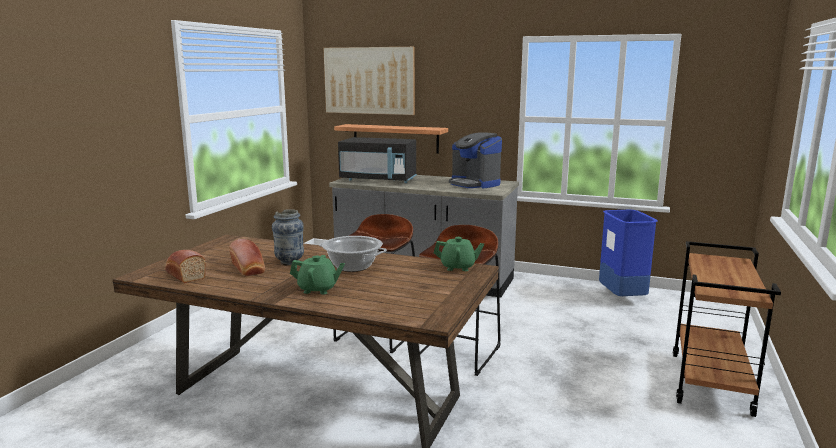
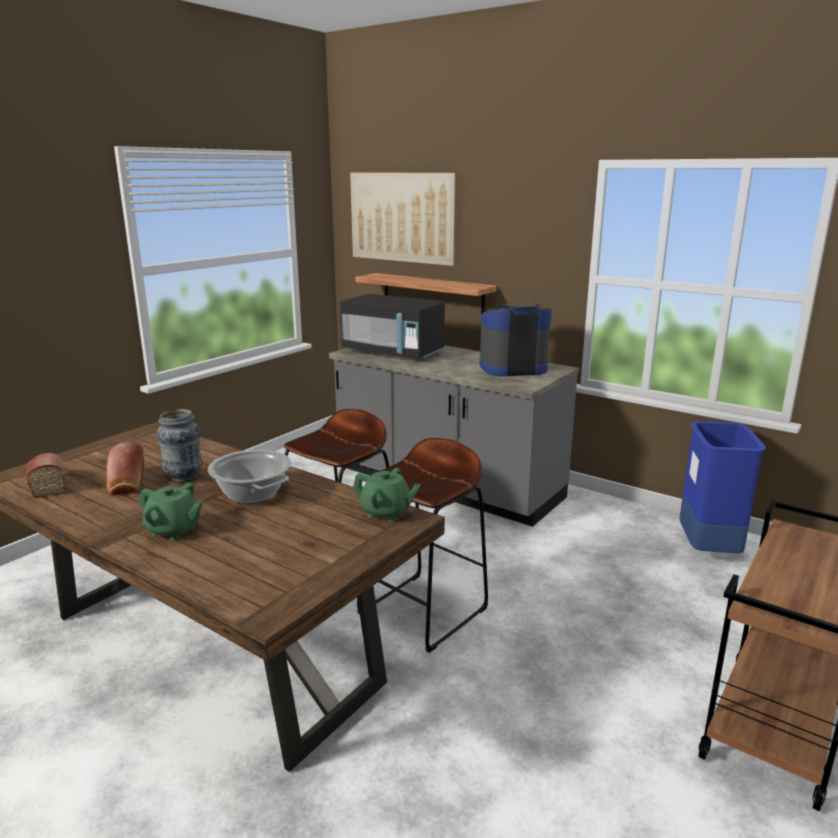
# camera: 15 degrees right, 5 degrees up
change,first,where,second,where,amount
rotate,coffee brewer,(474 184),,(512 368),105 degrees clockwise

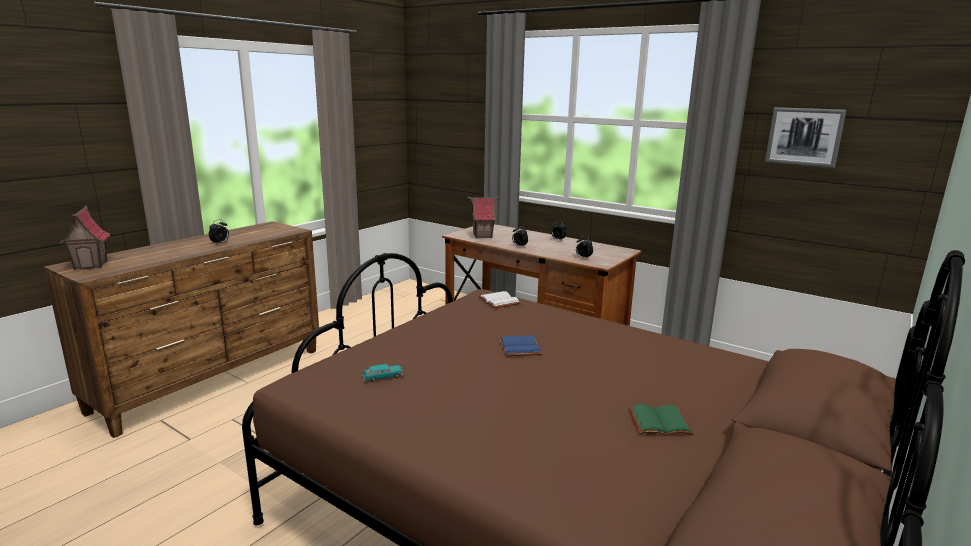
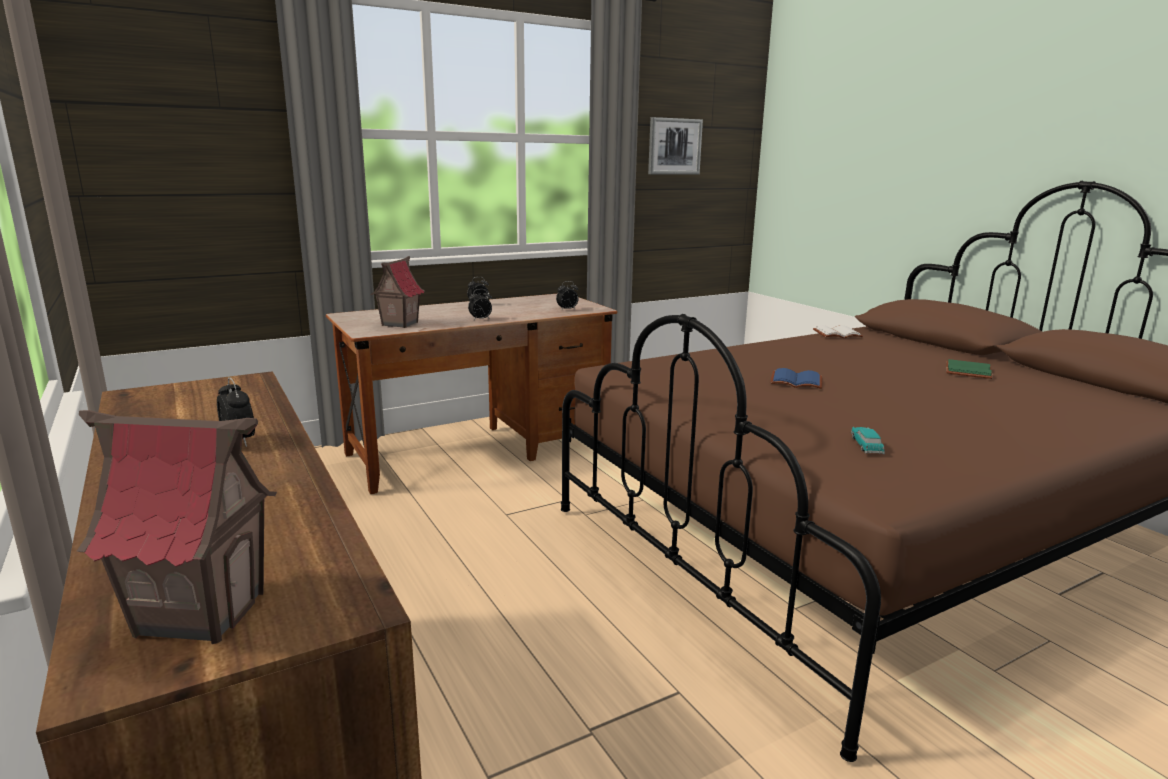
# camera: 65 degrees left, 0 degrees up
change,first,where,second,where,amount
move,white-coloured volume,(498 301),,(837 334),

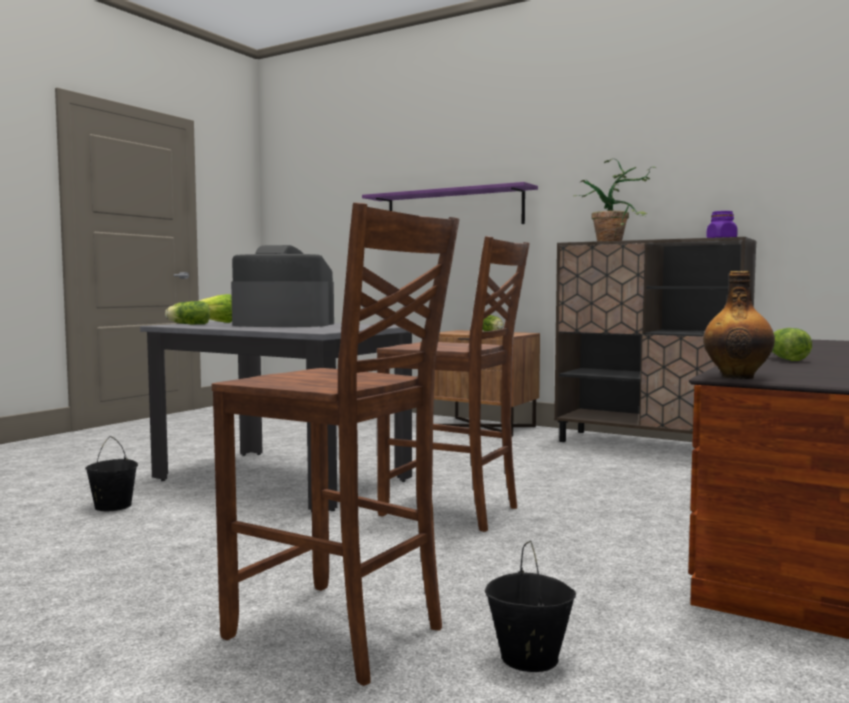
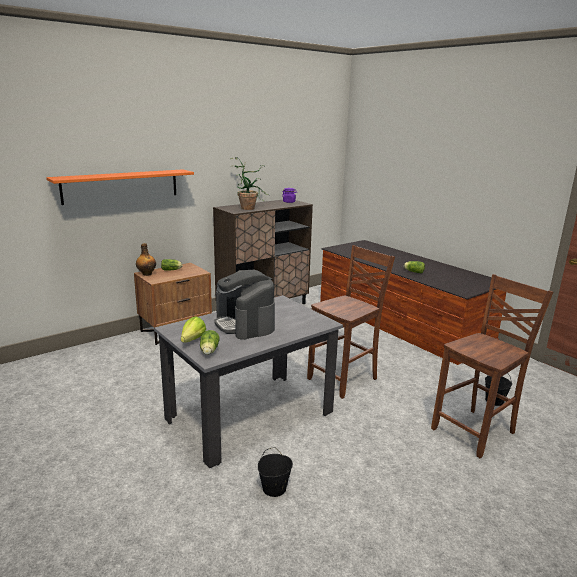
# camera: 70 degrees left, 15 degrees up
change,first,where,second,where,amount
move,beverage bottle,(737 377),,(146 274),
recolor,purplish bracket shelf,(453 209),orangey bracket shelf,(121 186),
rotate,coffee brewer,(282 324),,(245 324),60 degrees counterclockwise

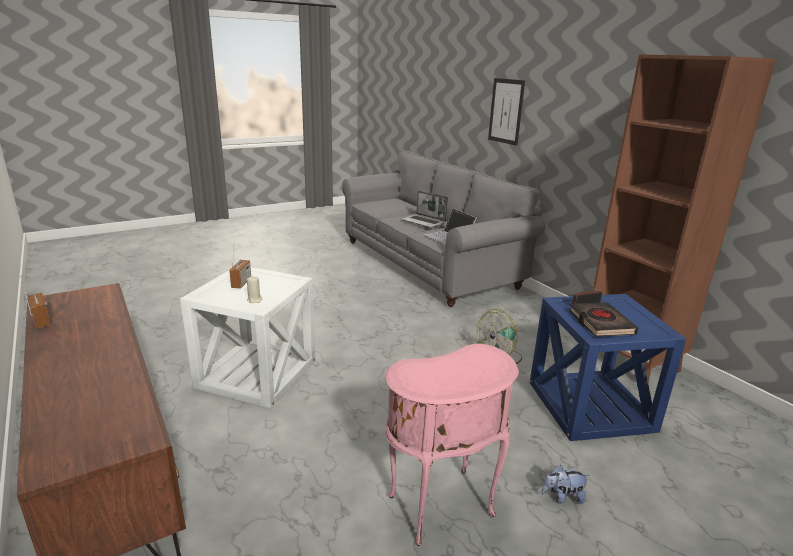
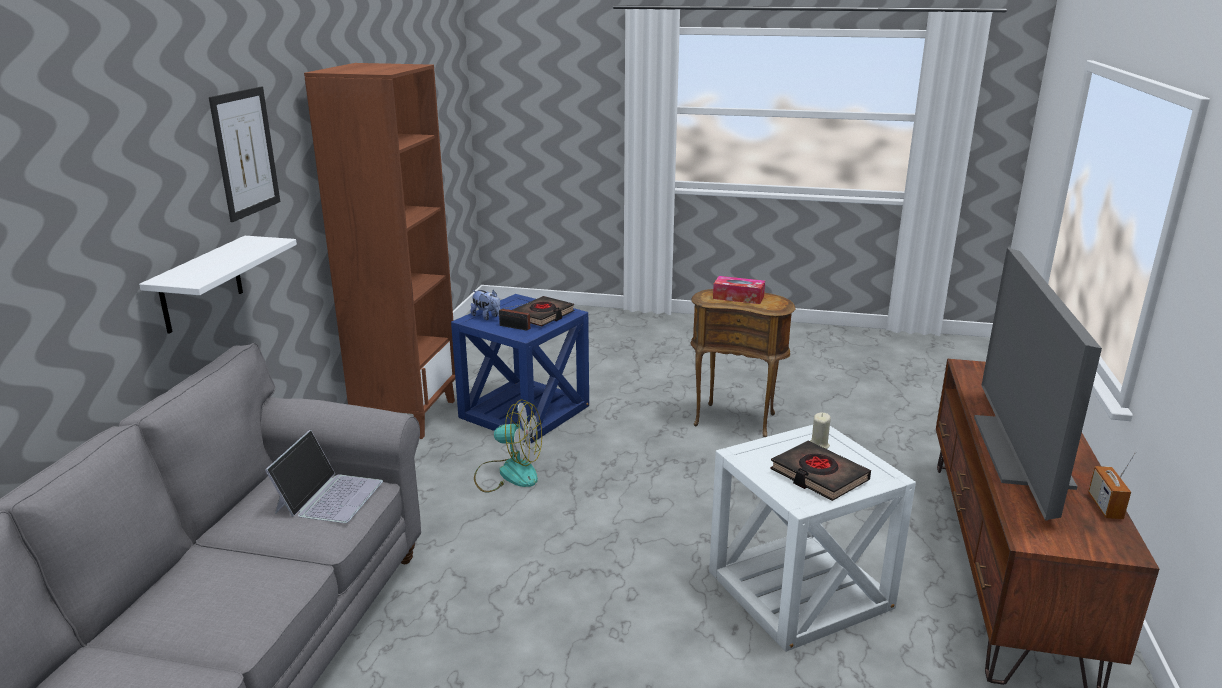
# camera: 135 degrees left, 0 degrees up
change,first,where,second,where,amount
delete,portable computer,(424 222),,,
insert,,,white-coloured bracket shelf,(201 284),
insert,,,tissue holder,(738 297),
insert,,,TV,(1021 452),
move,wall picture,(506 111),,(245 153),
move,soft toy,(562 497),,(487 317),
replace,radio receiver,(241 283),black-coloured volume,(818 475),
recolor,pink end table,(443 508),brown end table,(736 419),

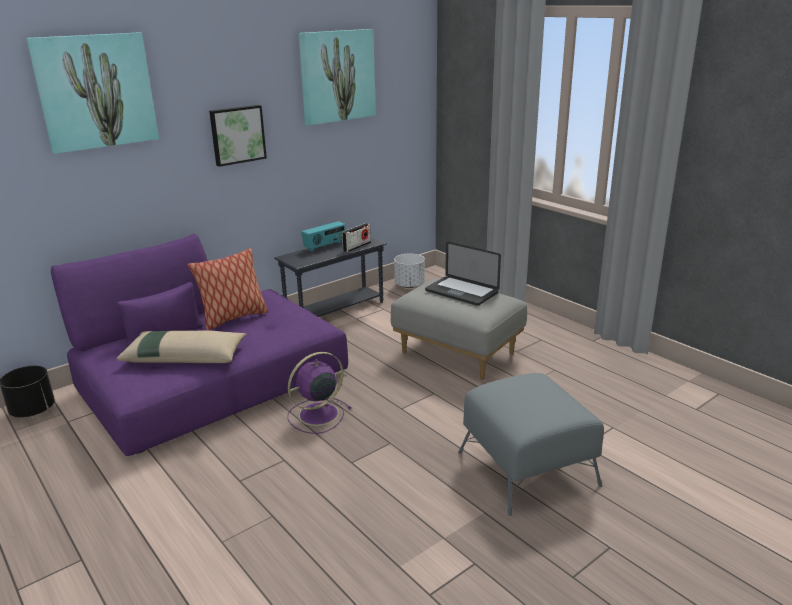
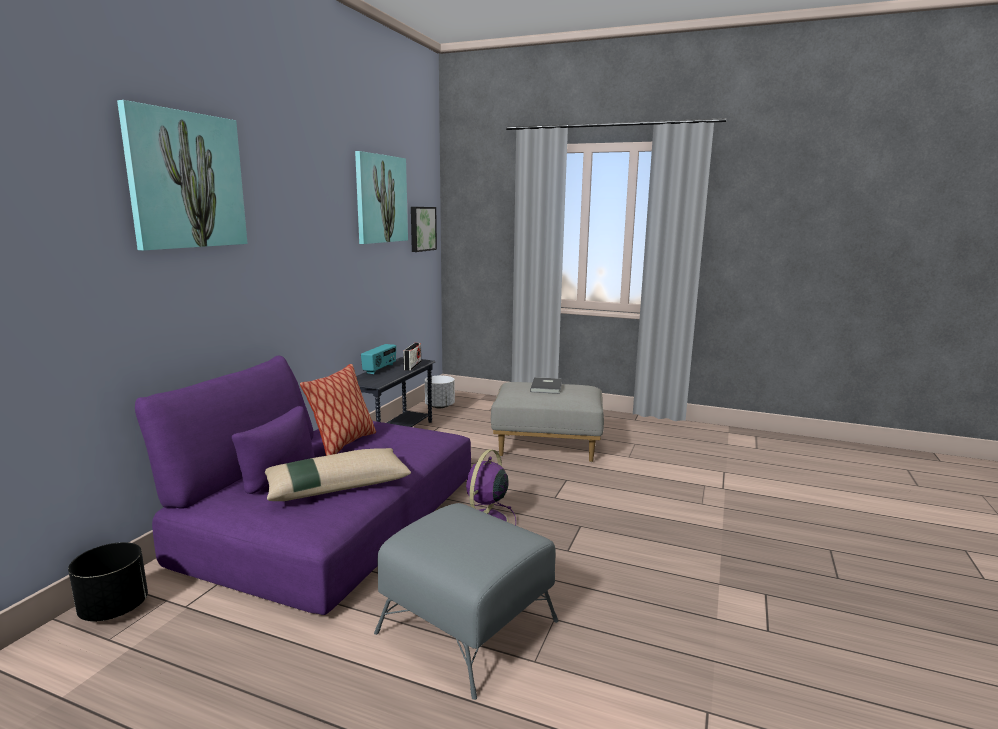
# camera: 30 degrees left, 10 degrees down
change,first,where,second,where,amount
move,wall picture,(237 135),,(421 228),
move,greyish pouffe,(527 469),,(468 627),
replace,portable computer,(461 292),greyish volume,(547 387),

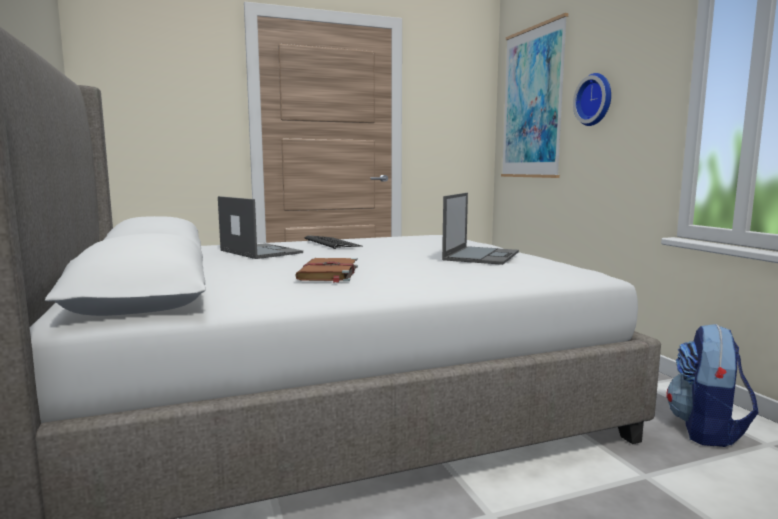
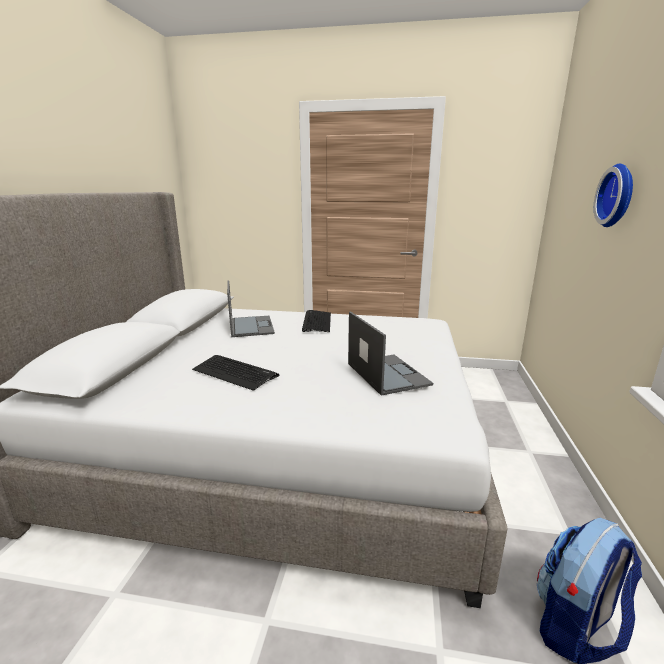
# camera: 30 degrees right, 10 degrees up
change,first,where,second,where,amount
delete,wall picture,(532 103),,,
replace,brown volume,(328 273),PC keyboard,(235 373),
rotate,portable computer,(481 256),,(387 373),75 degrees counterclockwise

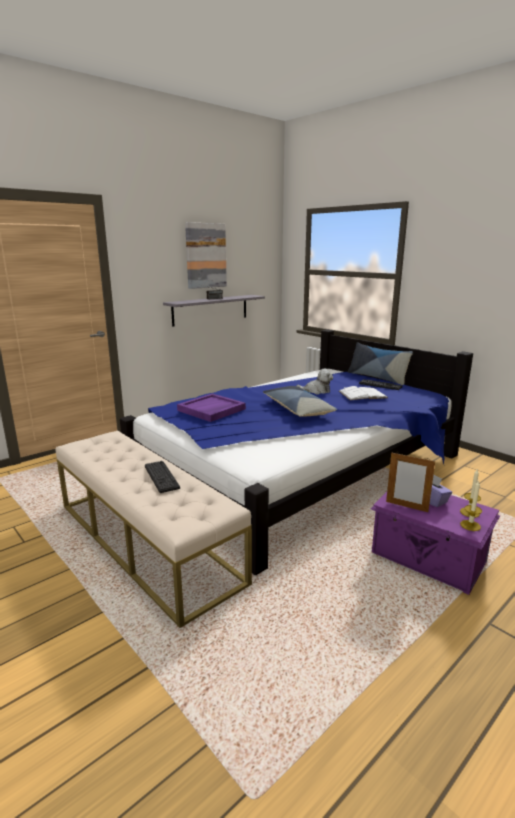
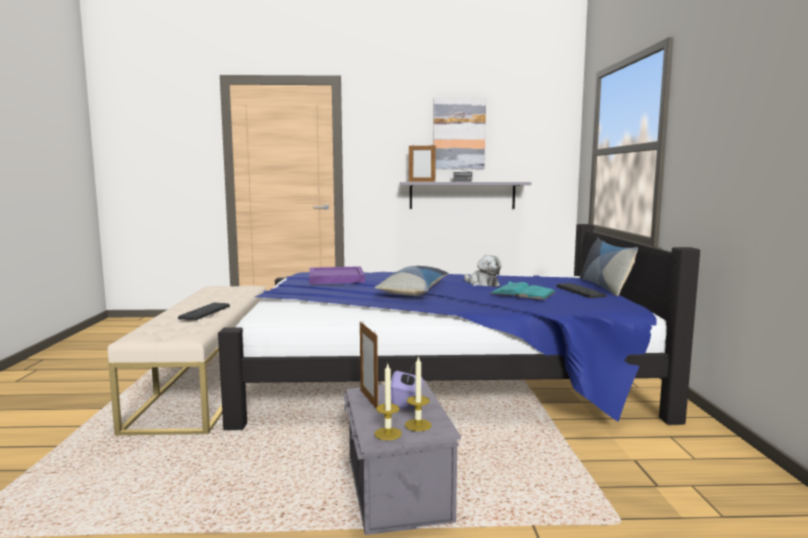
# camera: 40 degrees right, 10 degrees down
change,first,where,second,where,amount
insert,,,standing frame,(422 181),
recolor,white-coloured volume,(362 394),blue-green volume,(522 292),
recolor,purplish storage bin,(428 559),greyish storage bin,(395 489),

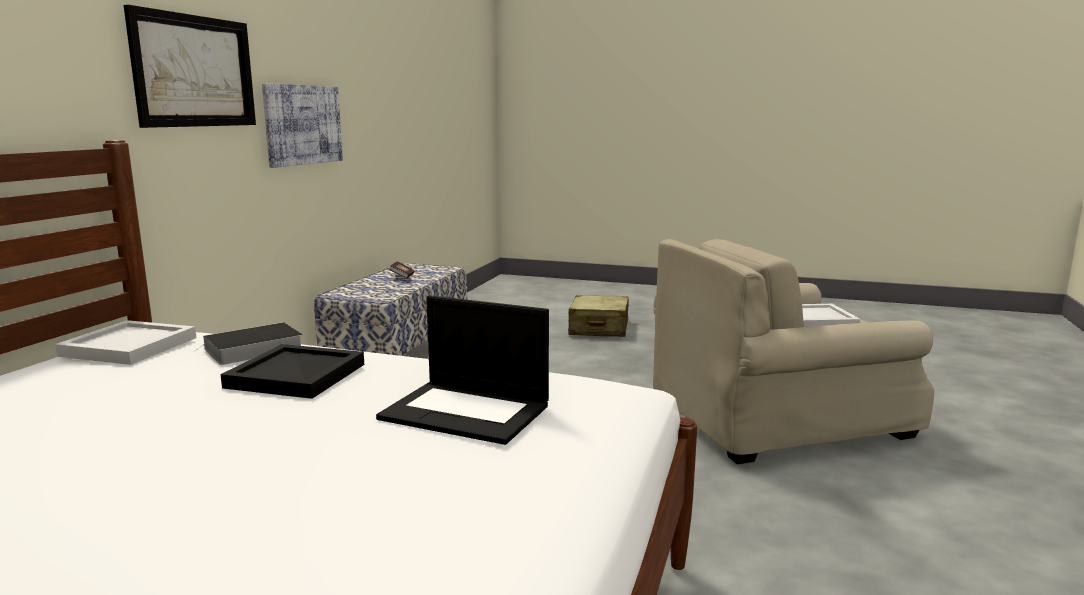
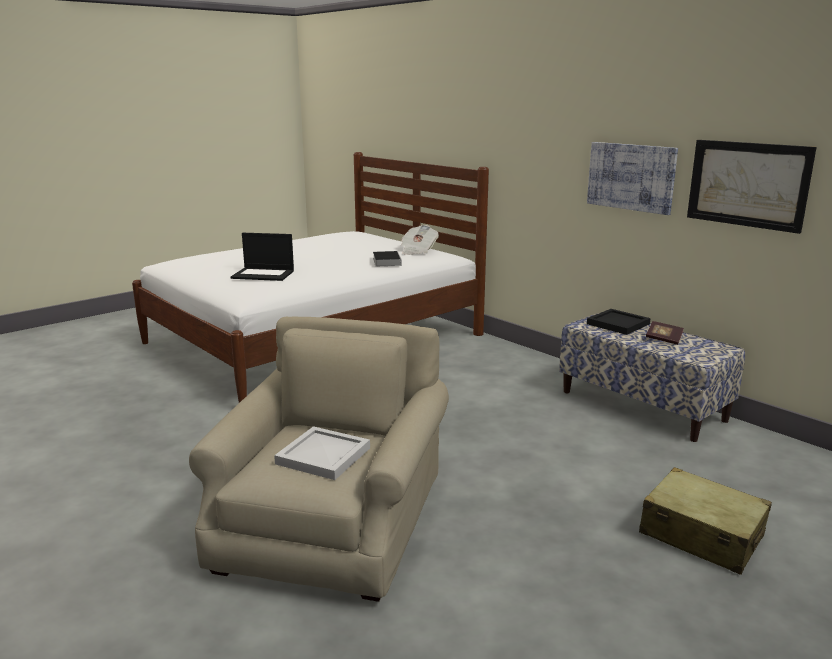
# camera: 120 degrees right, 5 degrees up
change,first,where,second,where,amount
move,wall picture,(194 71),,(748 184),
move,black-coloured carrying tray,(296 376),,(617 324),
replace,white-coloured carrying tray,(131 346),daily paper,(418 251),
rotate,portable computer,(467 412),,(264 274),135 degrees counterclockwise

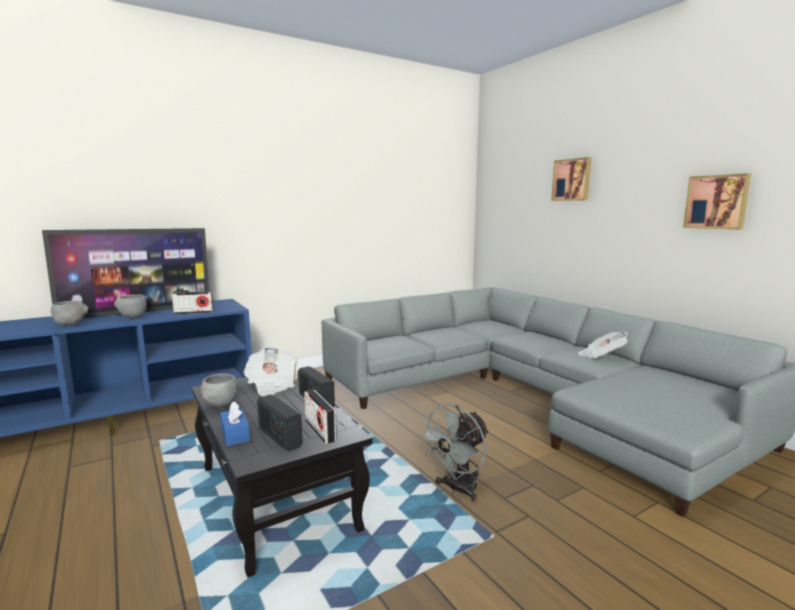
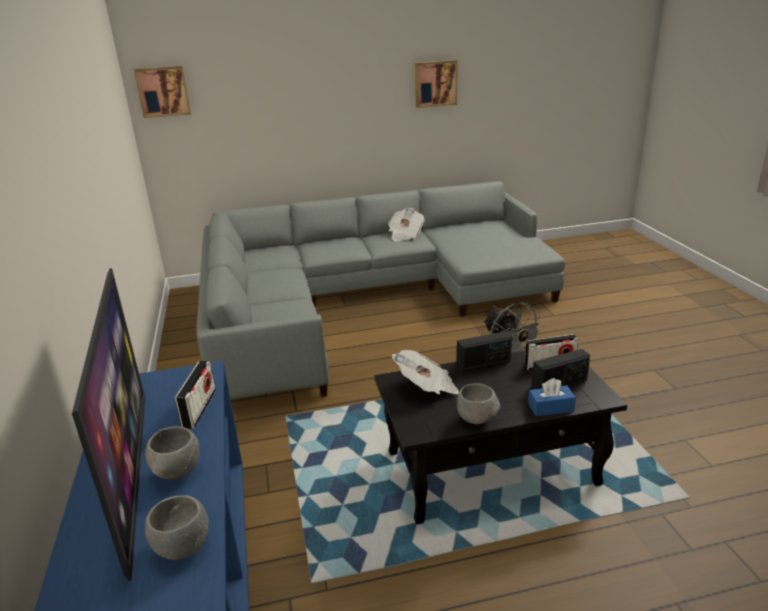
# camera: 70 degrees left, 15 degrees up
change,first,where,second,where,amount
move,wall picture,(572 180),,(163 91),

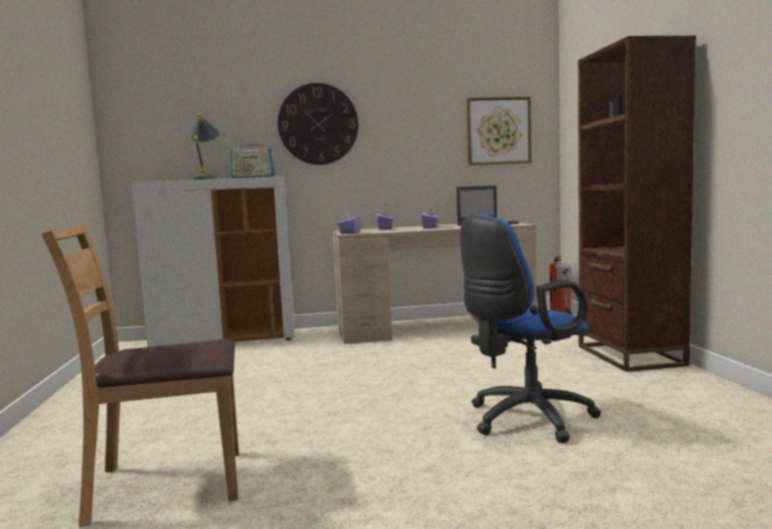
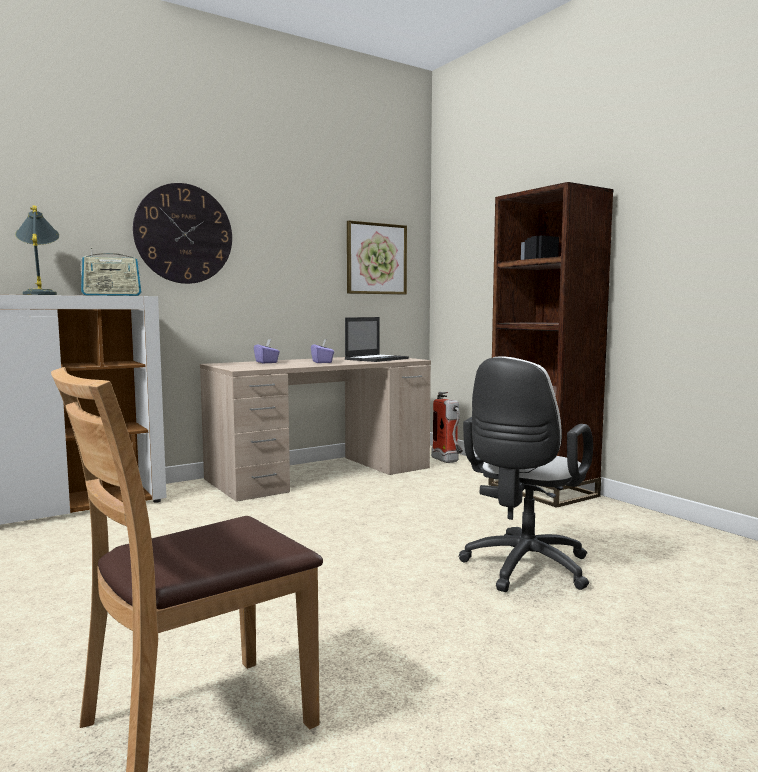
# camera: 25 degrees left, 0 degrees up
change,first,where,second,where,amount
delete,purplish tissue holder,(350 233),,,
recolor,blue computer chair,(524 420),white-coloured computer chair,(523 569),

